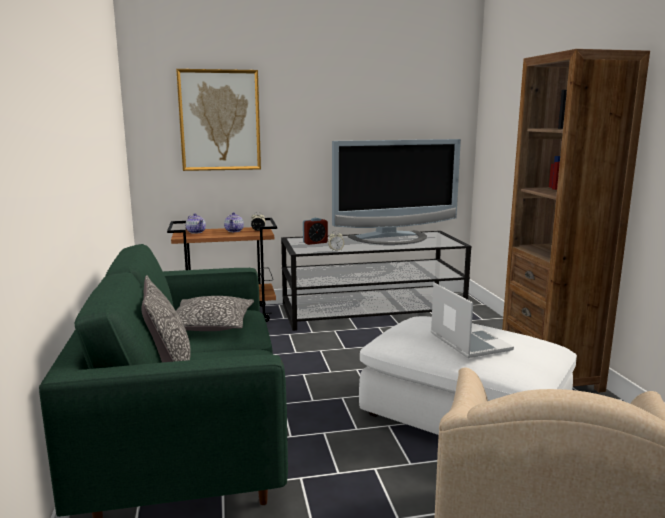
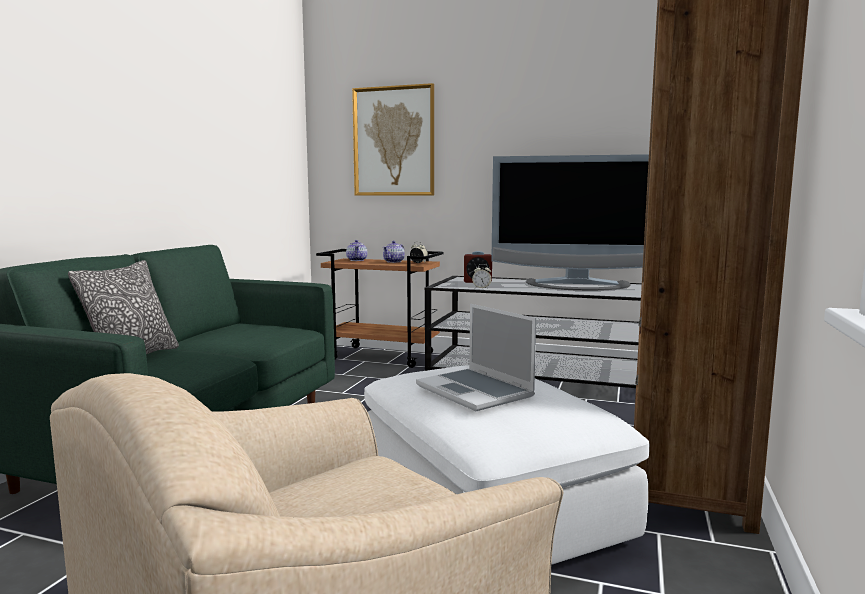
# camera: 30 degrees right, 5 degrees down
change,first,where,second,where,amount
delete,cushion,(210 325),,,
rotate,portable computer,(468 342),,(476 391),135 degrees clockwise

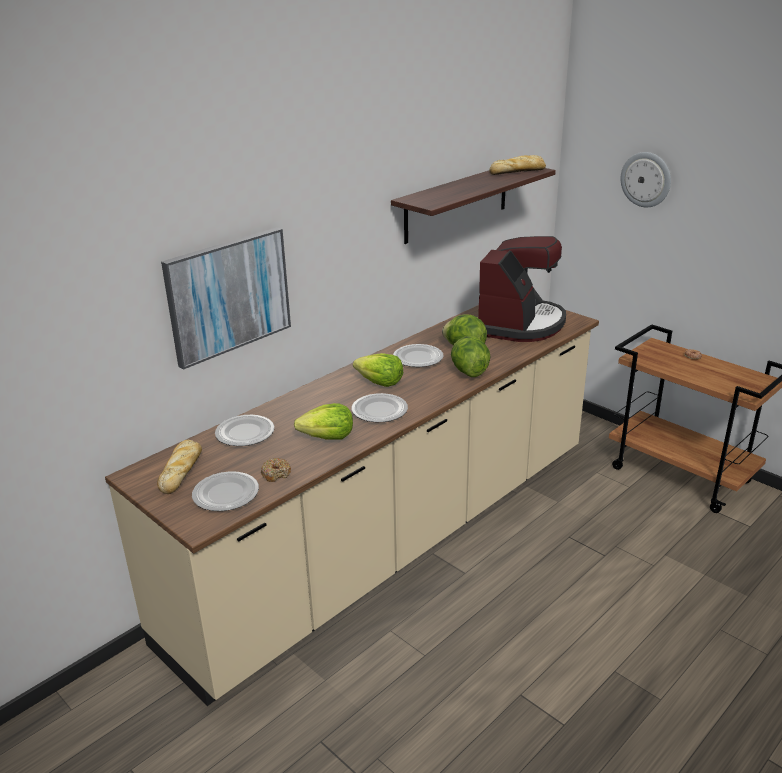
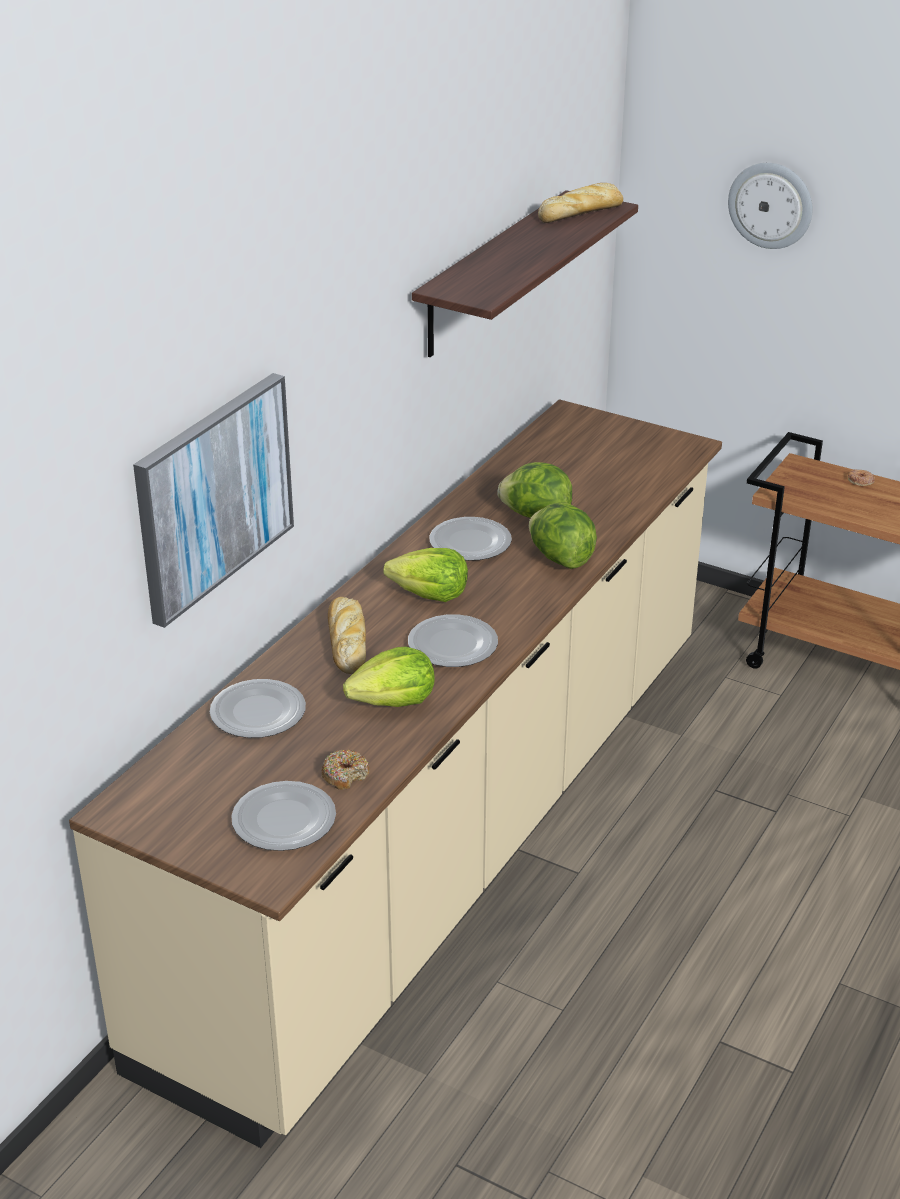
# camera: 15 degrees left, 5 degrees up
change,first,where,second,where,amount
delete,coffee brewer,(520 324),,,
move,bread,(181 470),,(347 640),

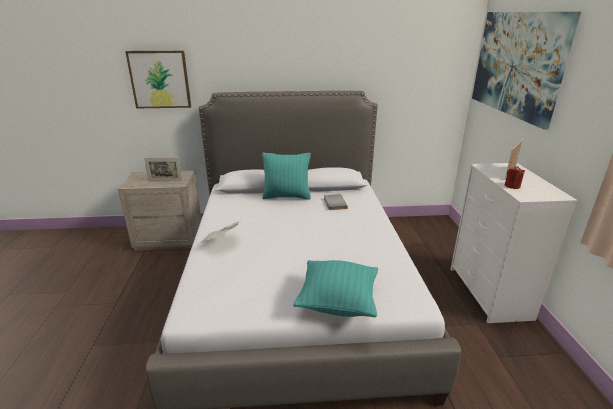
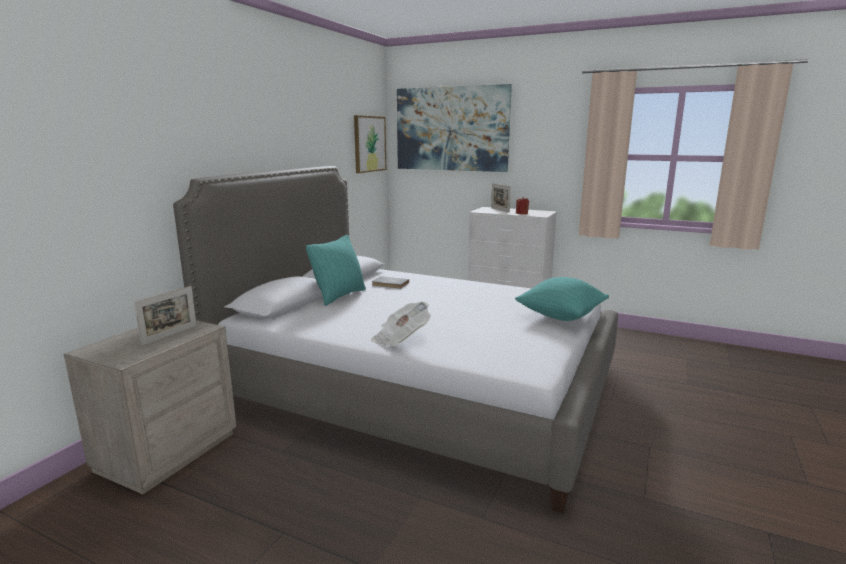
# camera: 60 degrees left, 10 degrees down
change,first,where,second,where,amount
move,wall picture,(160 79),,(369 144),

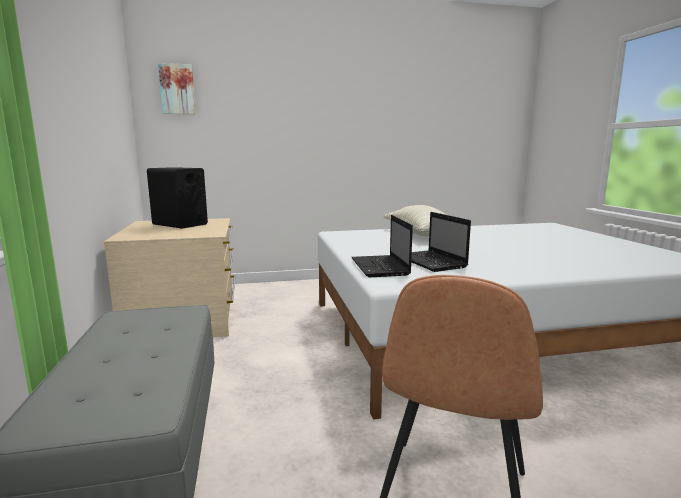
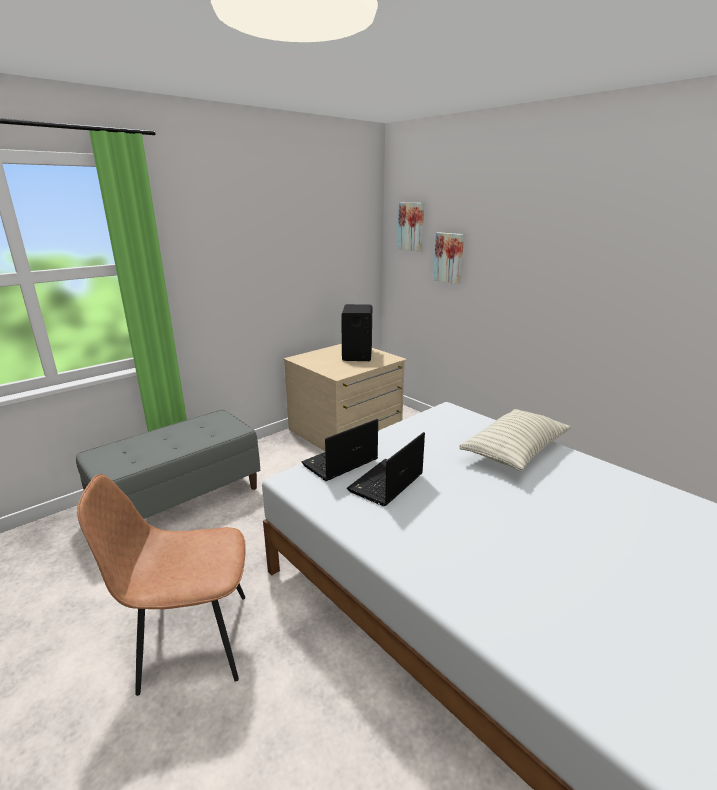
# camera: 60 degrees right, 10 degrees up
change,first,where,second,where,amount
insert,,,wall picture,(449 258),

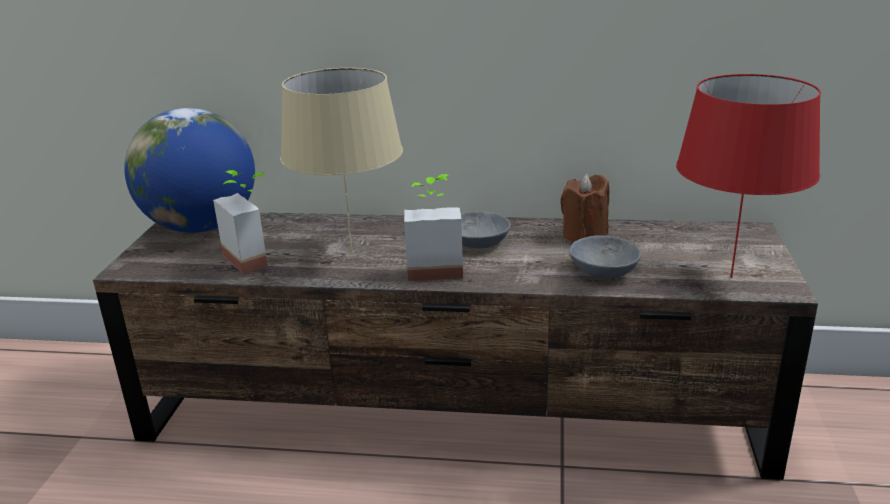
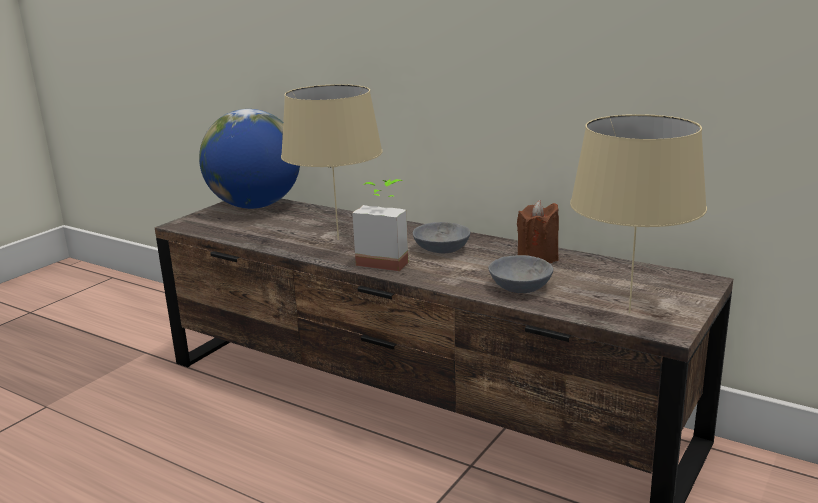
# camera: 25 degrees right, 5 degrees down
change,first,where,second,where,amount
delete,potted plant,(255 257),,,
recolor,red lamp for a table,(729 277),beige lamp for a table,(627 312),

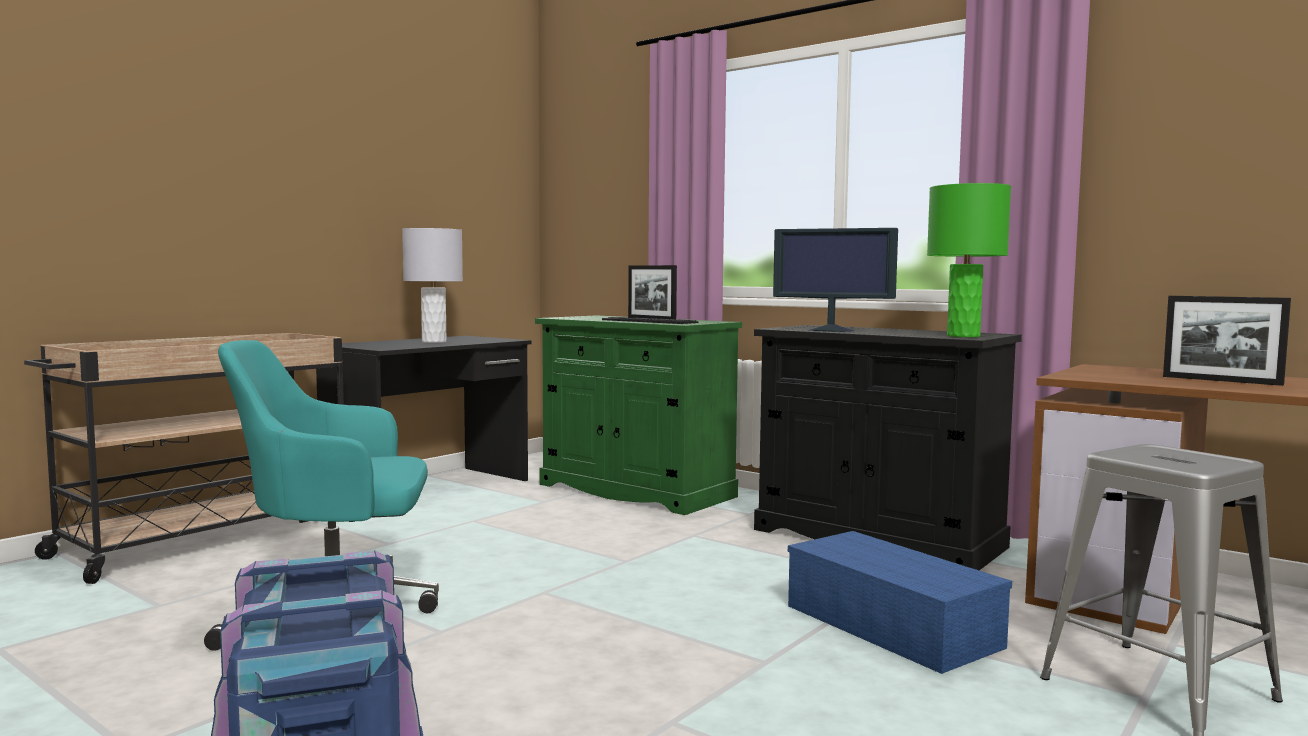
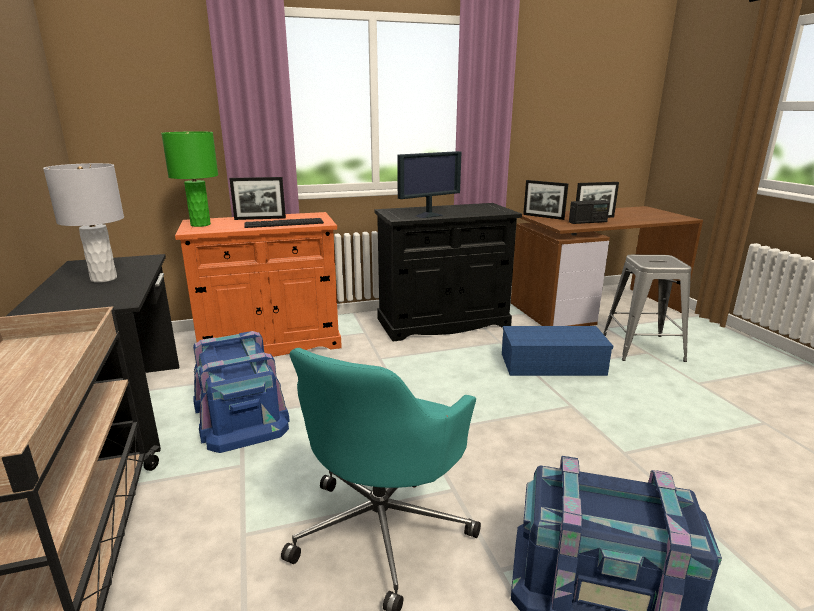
# camera: 55 degrees left, 15 degrees up
change,first,where,second,where,amount
insert,,,blue storage bin,(241 414),
insert,,,standing frame,(543 217),
insert,,,radio receiver,(588 222),
move,green lamp for a table,(963 336),,(200 224),
recolor,green storage cabinet,(635 490),orangey storage cabinet,(270 343),

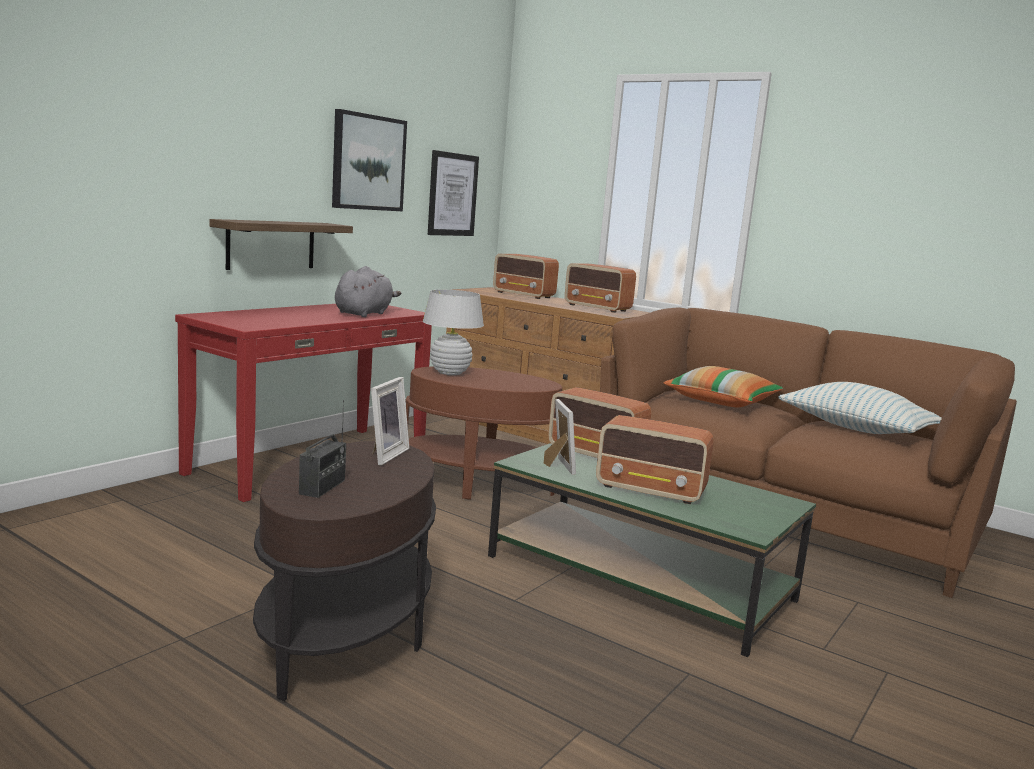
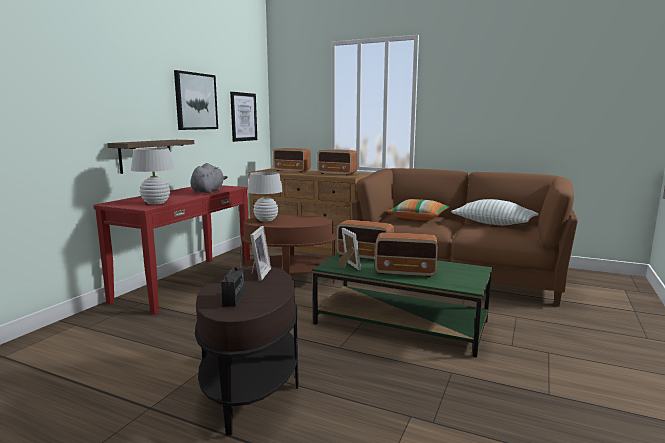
# camera: 10 degrees left, 0 degrees up
change,first,where,second,where,amount
insert,,,white-coloured lamp for a table,(156 203),

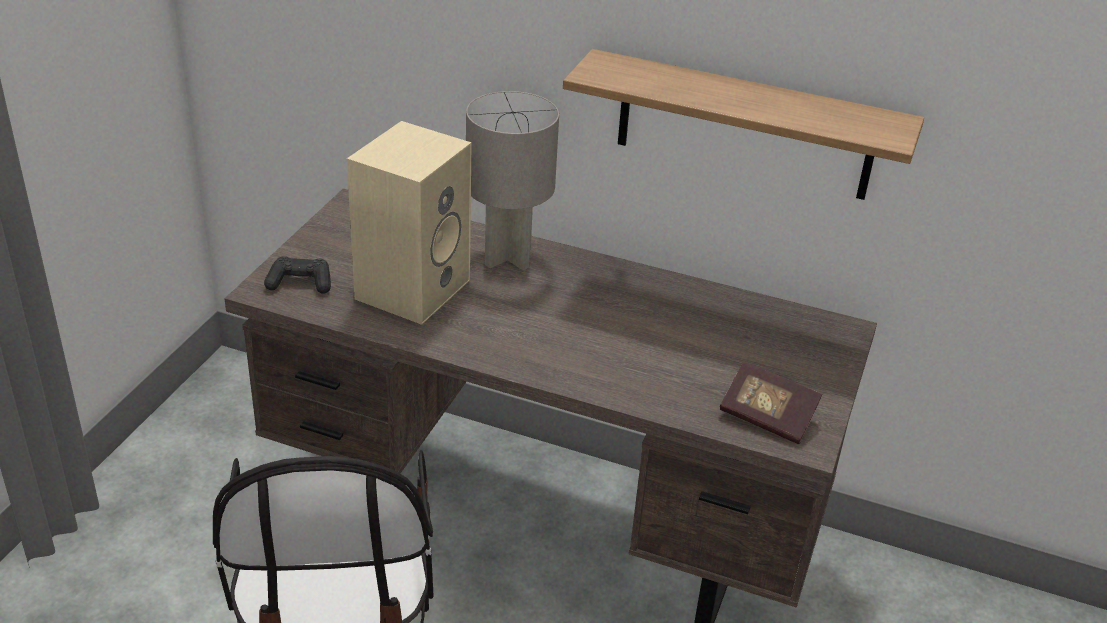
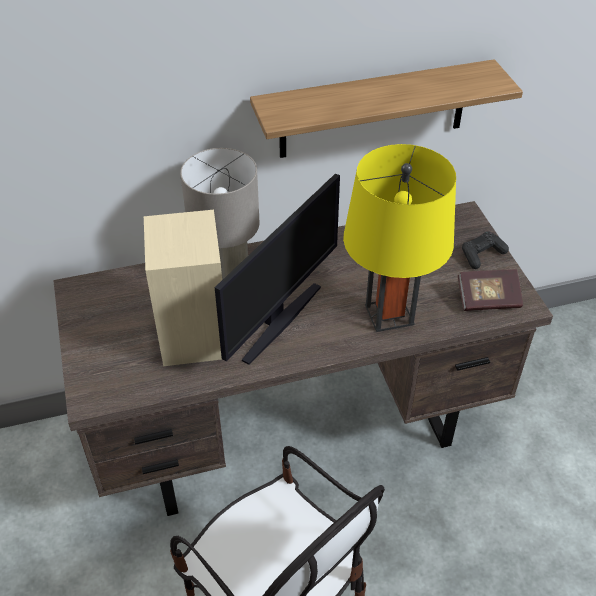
# camera: 35 degrees left, 10 degrees up
change,first,where,second,where,amount
insert,,,computer screen,(279 321),
insert,,,yellowish lamp for a table,(389 314),
move,black-coloured gamepad,(300 283),,(482 255),

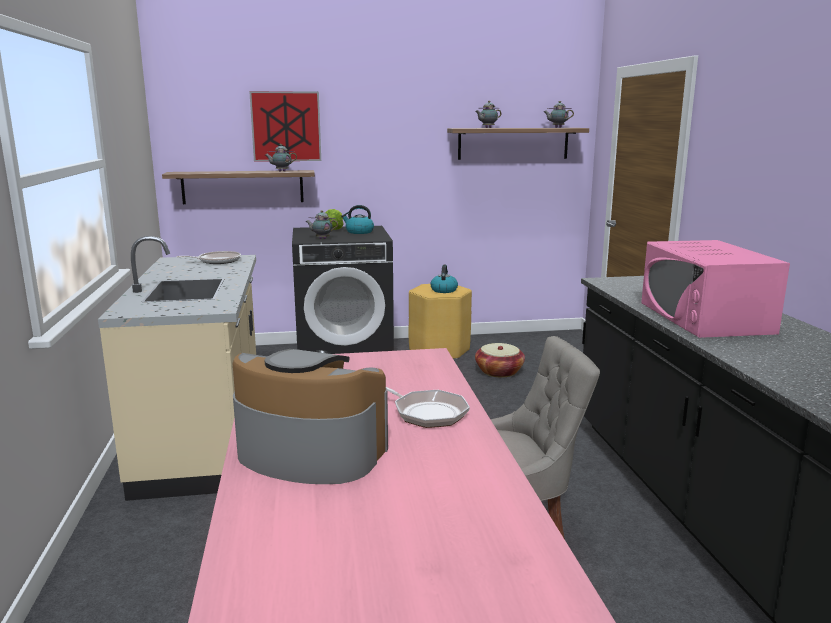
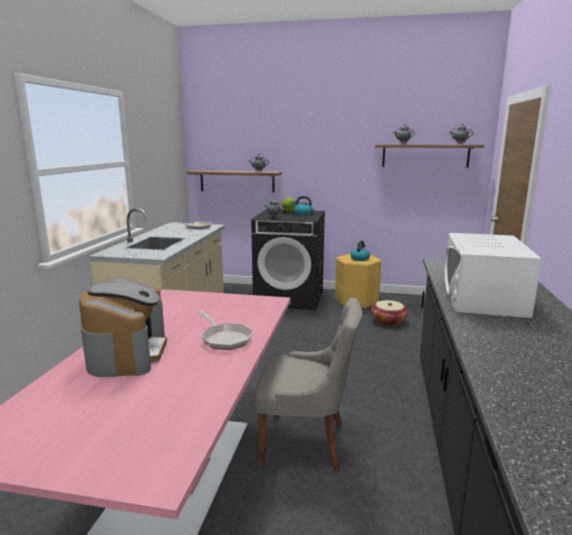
# camera: 20 degrees right, 0 degrees up
change,first,where,second,where,amount
delete,wall picture,(286 126),,,
recolor,pink kitchen microwave,(704 317),white-coloured kitchen microwave,(483 297),
rotate,coffee brewer,(309 453),,(127 353),45 degrees clockwise

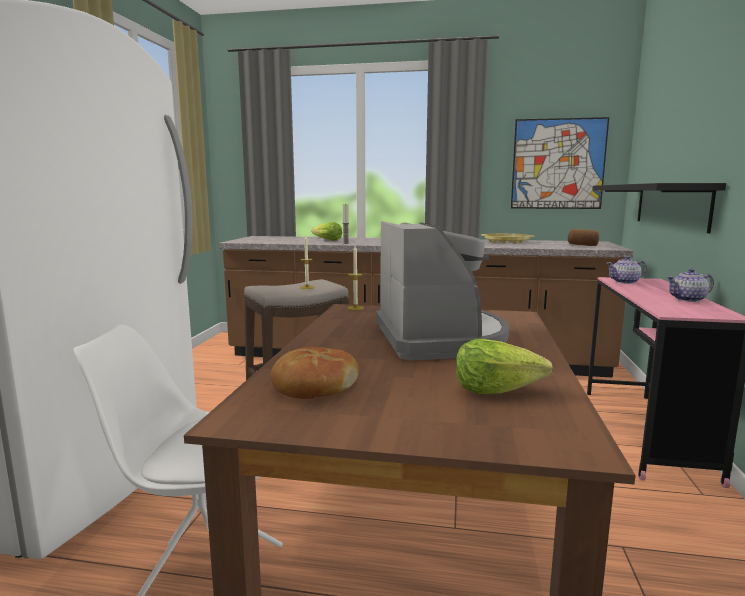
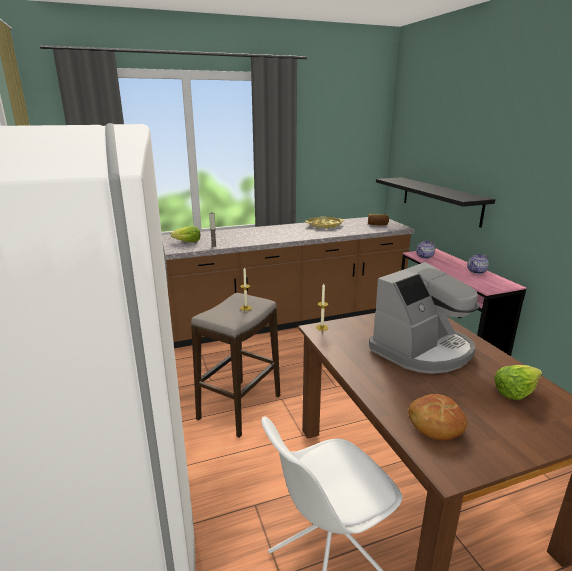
# camera: 30 degrees left, 10 degrees up
change,first,where,second,where,amount
delete,wall picture,(558 164),,,
rotate,coffee brewer,(440 338),,(422 350),90 degrees clockwise

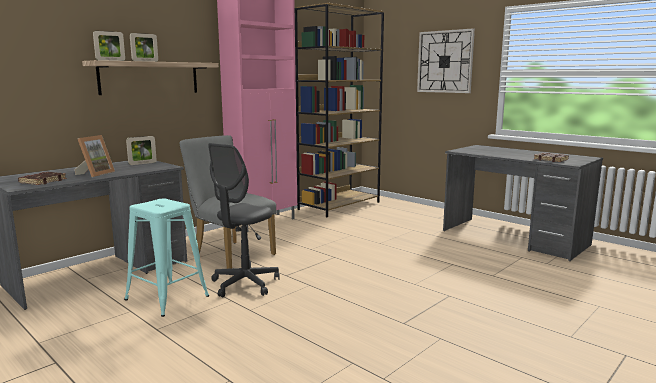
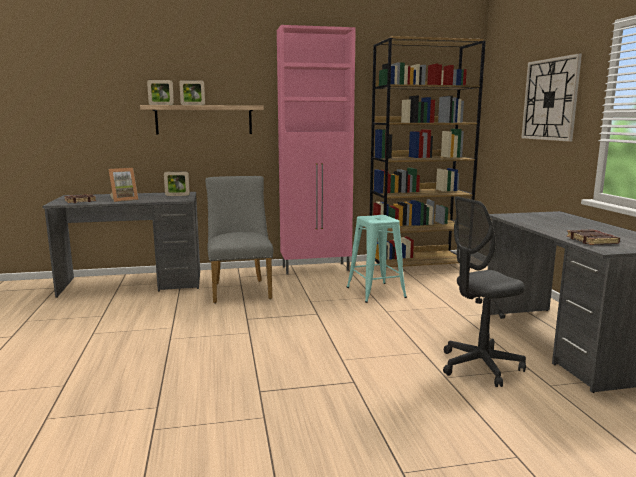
# camera: 35 degrees right, 0 degrees up
change,first,where,second,where,amount
move,blue-green stool seat,(167 298),,(375 292),
move,greyish computer chair,(245 284),,(480 366),

